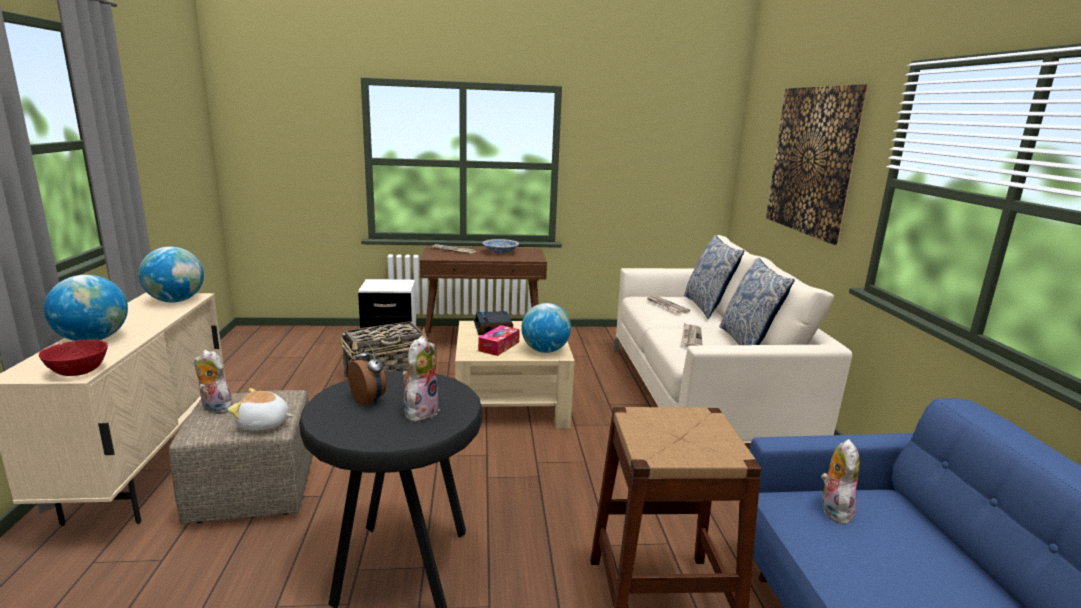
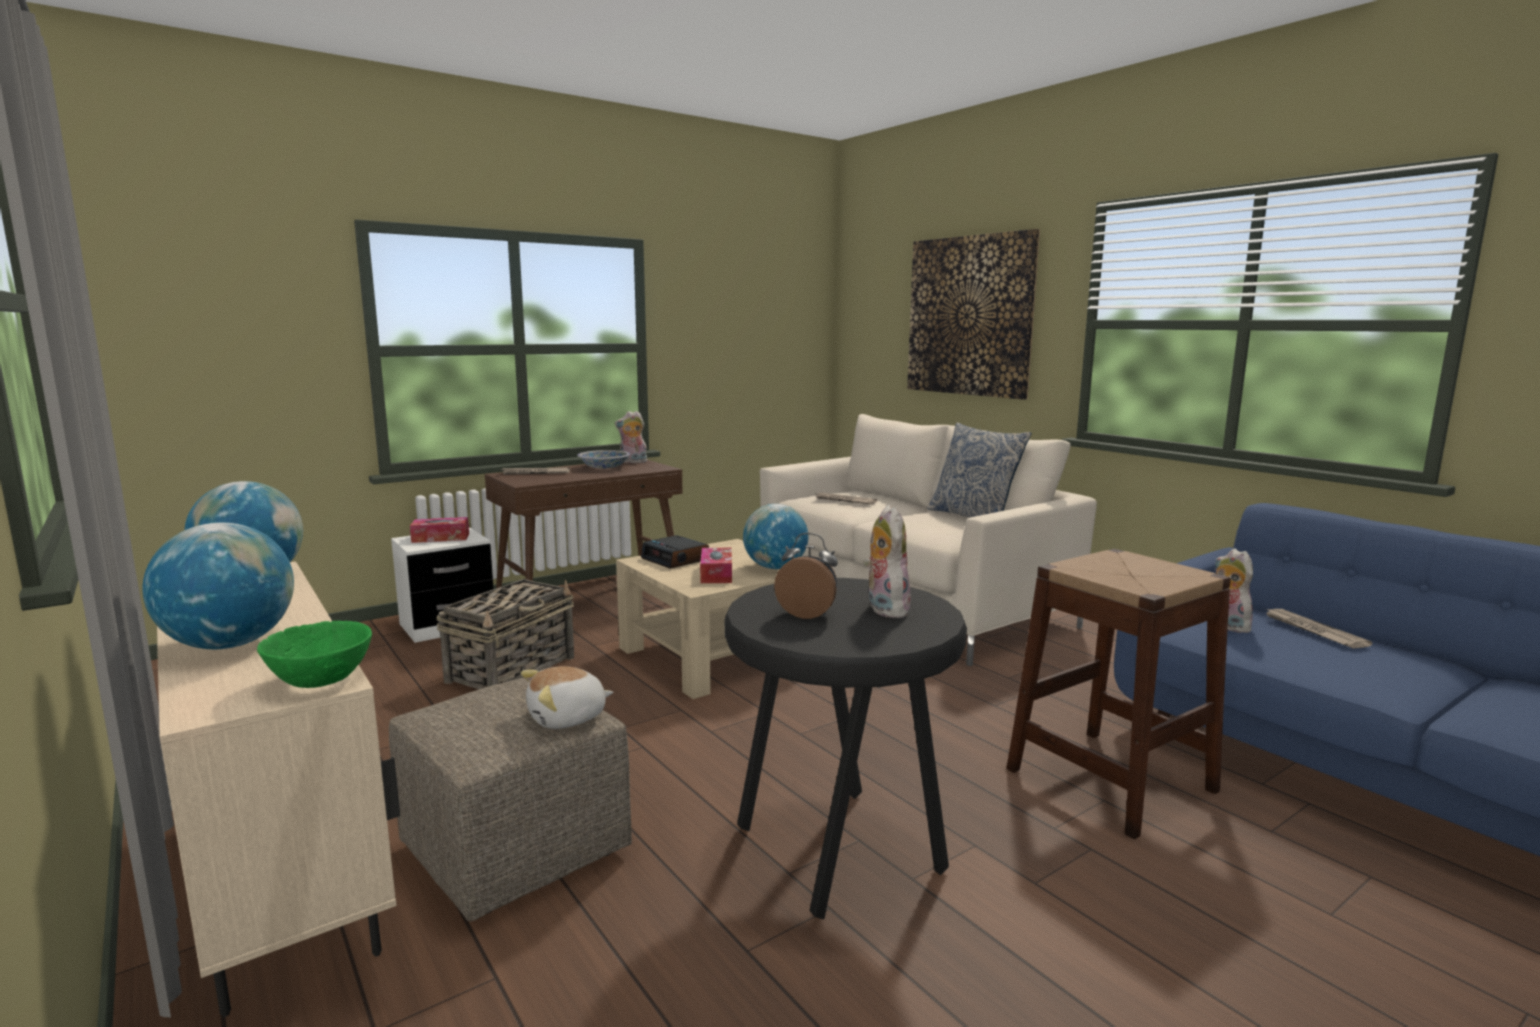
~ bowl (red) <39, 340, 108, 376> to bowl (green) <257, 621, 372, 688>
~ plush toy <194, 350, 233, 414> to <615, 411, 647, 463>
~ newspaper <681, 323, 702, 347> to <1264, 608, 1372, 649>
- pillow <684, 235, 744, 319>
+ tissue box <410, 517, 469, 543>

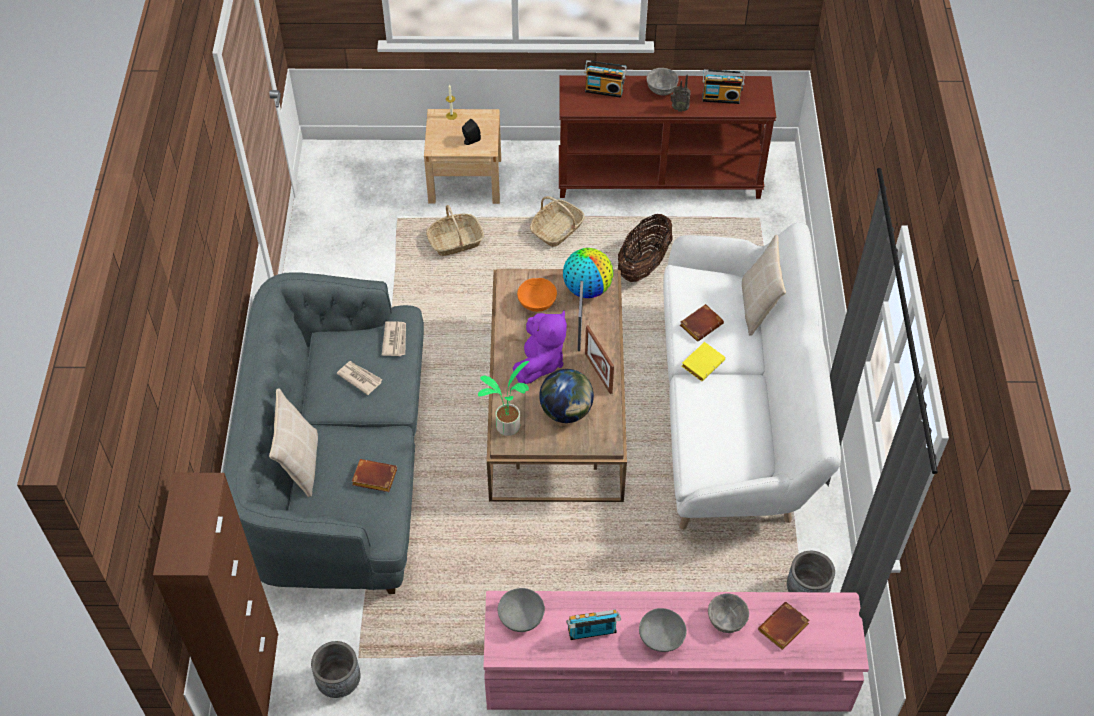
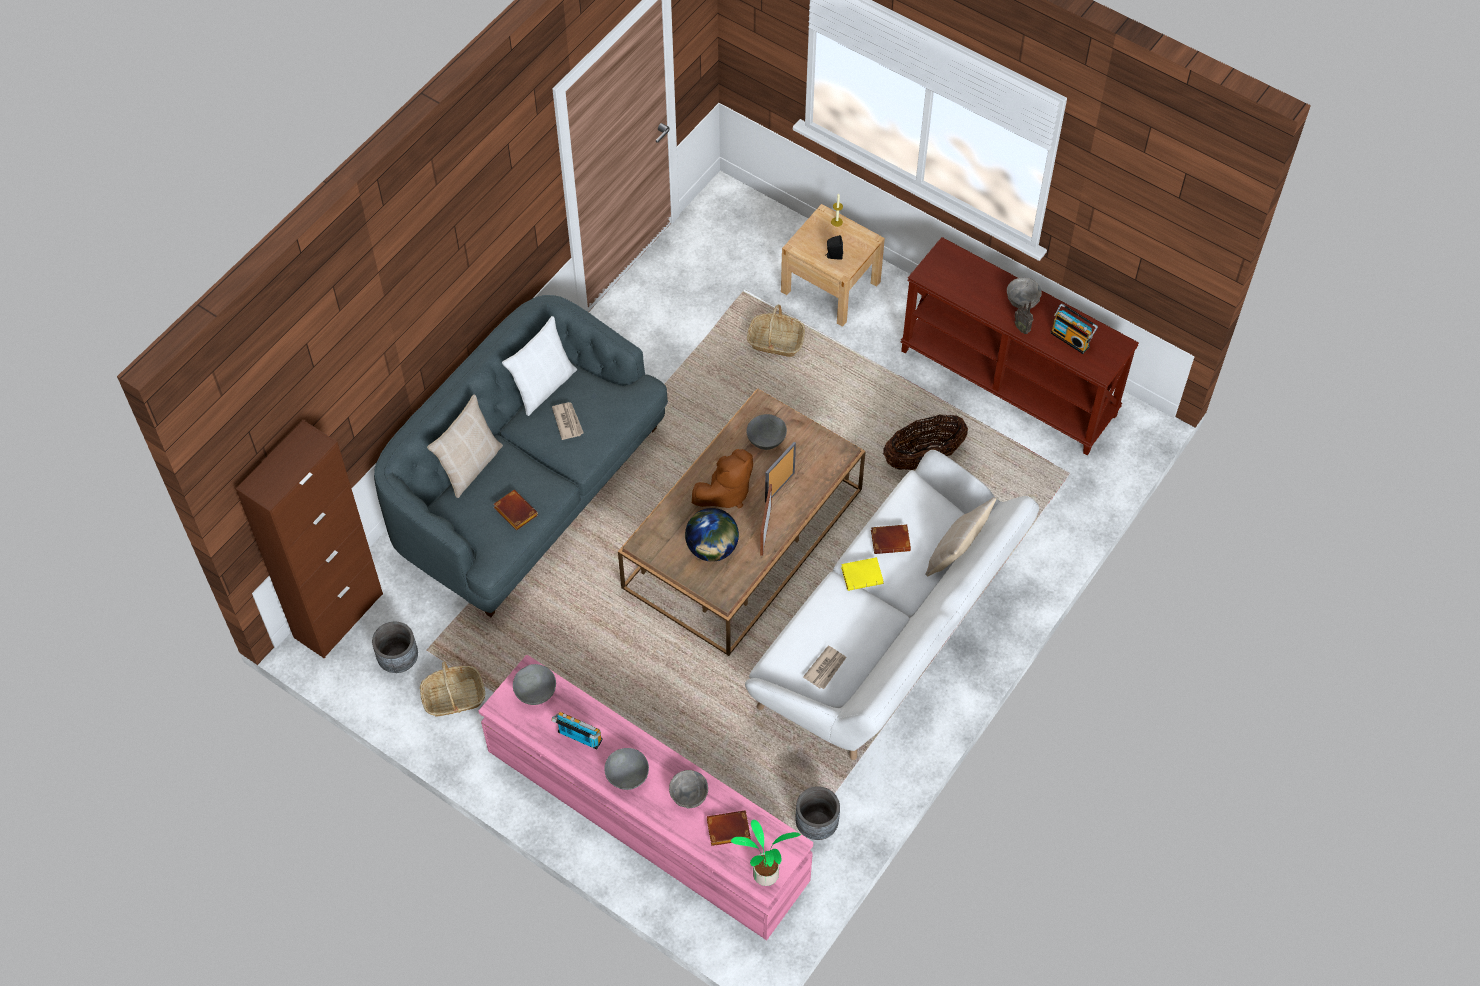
~ newspaper <382, 321, 406, 356> to <803, 645, 847, 689>
~ potted plant <478, 361, 529, 436> to <731, 819, 801, 886>
~ plush toy (purple) <513, 311, 567, 384> to plush toy (brown) <692, 449, 753, 508>
~ bowl (orange) <517, 278, 557, 312> to bowl (grey) <746, 414, 787, 450>
~ basket <530, 196, 585, 247> to <420, 662, 485, 716>
- globe <563, 248, 613, 298>
- radio <584, 60, 627, 98>
+ pillow (white) <502, 316, 577, 416>

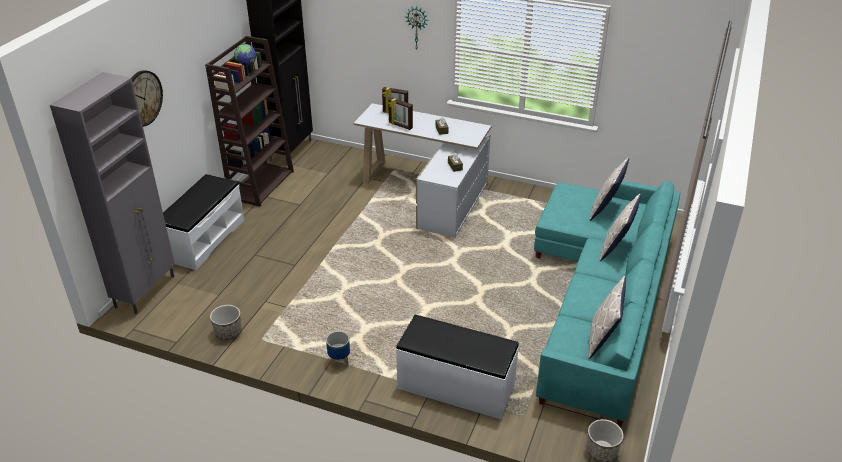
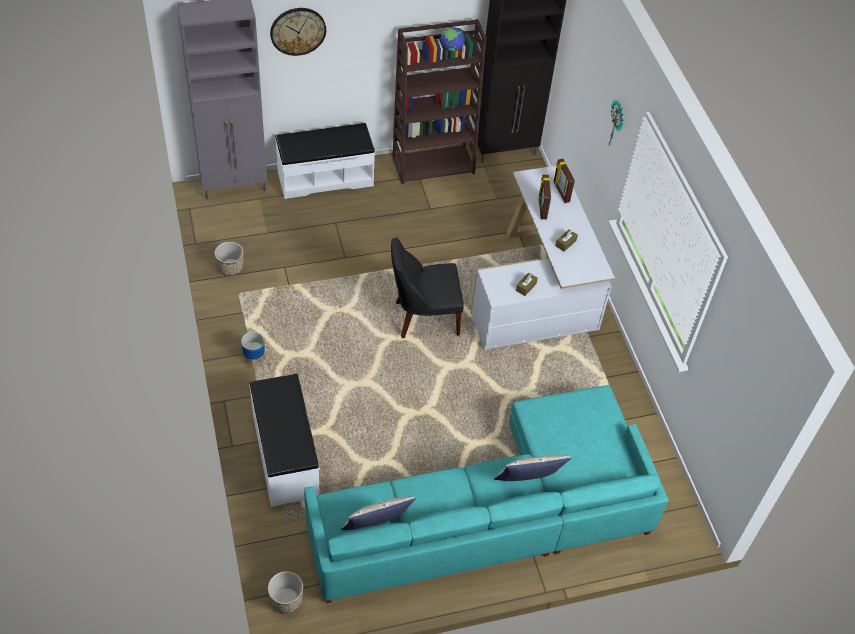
- pillow <589, 158, 629, 221>
+ chair (black) <391, 237, 464, 338>

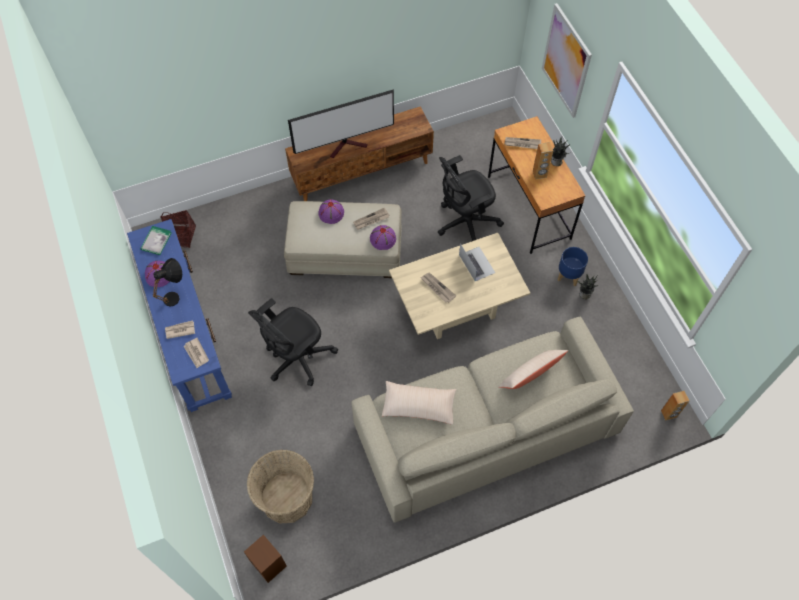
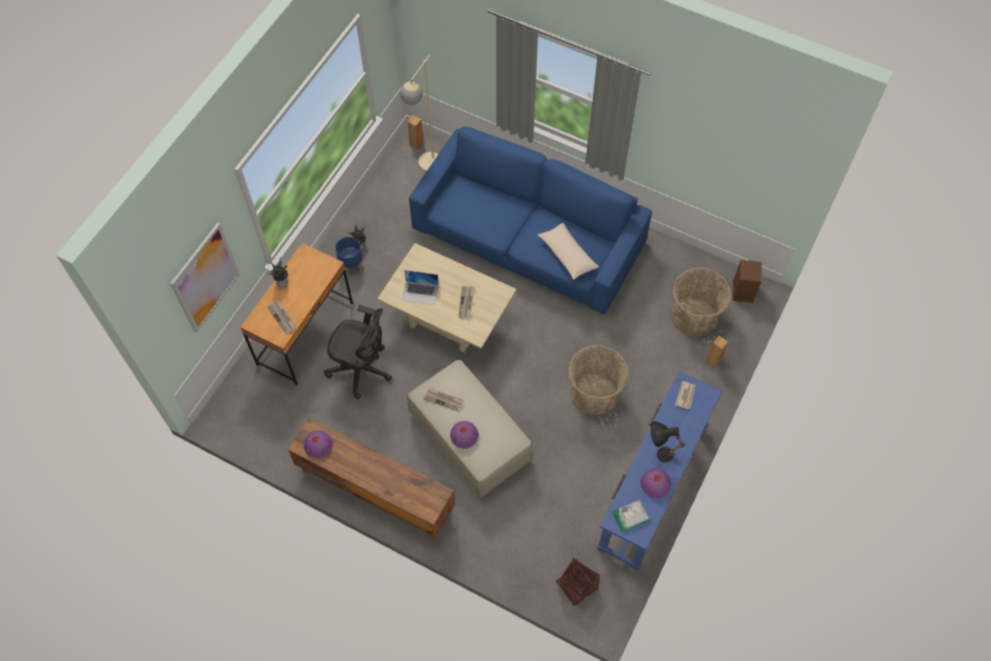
- newspaper <165, 321, 195, 339>
~ office chair (black) <248, 298, 338, 386> to basket <568, 345, 629, 416>
- television <288, 89, 394, 158>
~ sofa (beige) <351, 317, 634, 523> to sofa (blue) <409, 126, 652, 314>
~ hat (purple) <370, 225, 396, 250> to <304, 430, 333, 458>
~ laptop <459, 243, 495, 281> = <402, 270, 439, 305> 105 degrees counterclockwise
- pillow (beige) <498, 350, 568, 389>
~ speaker (brown) <533, 142, 553, 179> to <705, 335, 728, 369>
+ floor lamp (beige) <400, 55, 438, 172>

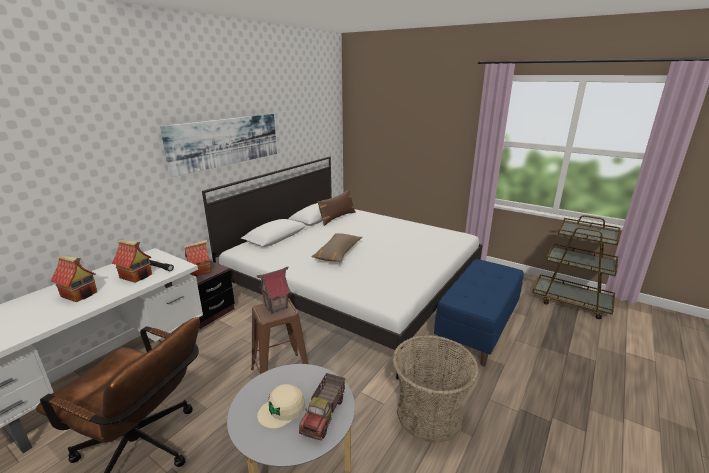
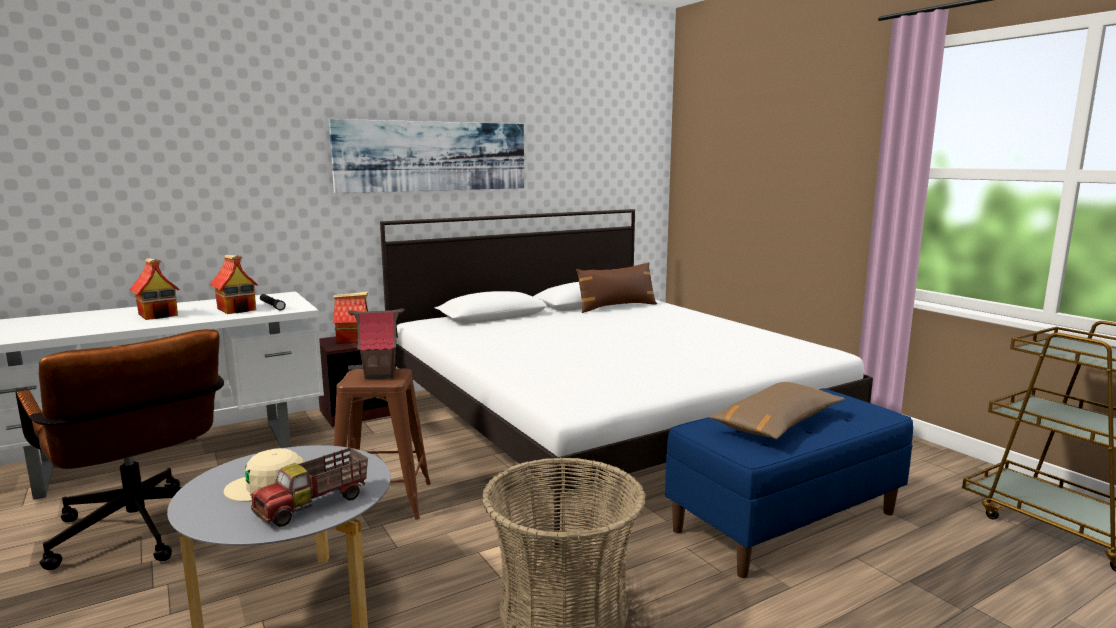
~ pillow (brown) <311, 233, 362, 263> to <709, 382, 845, 439>

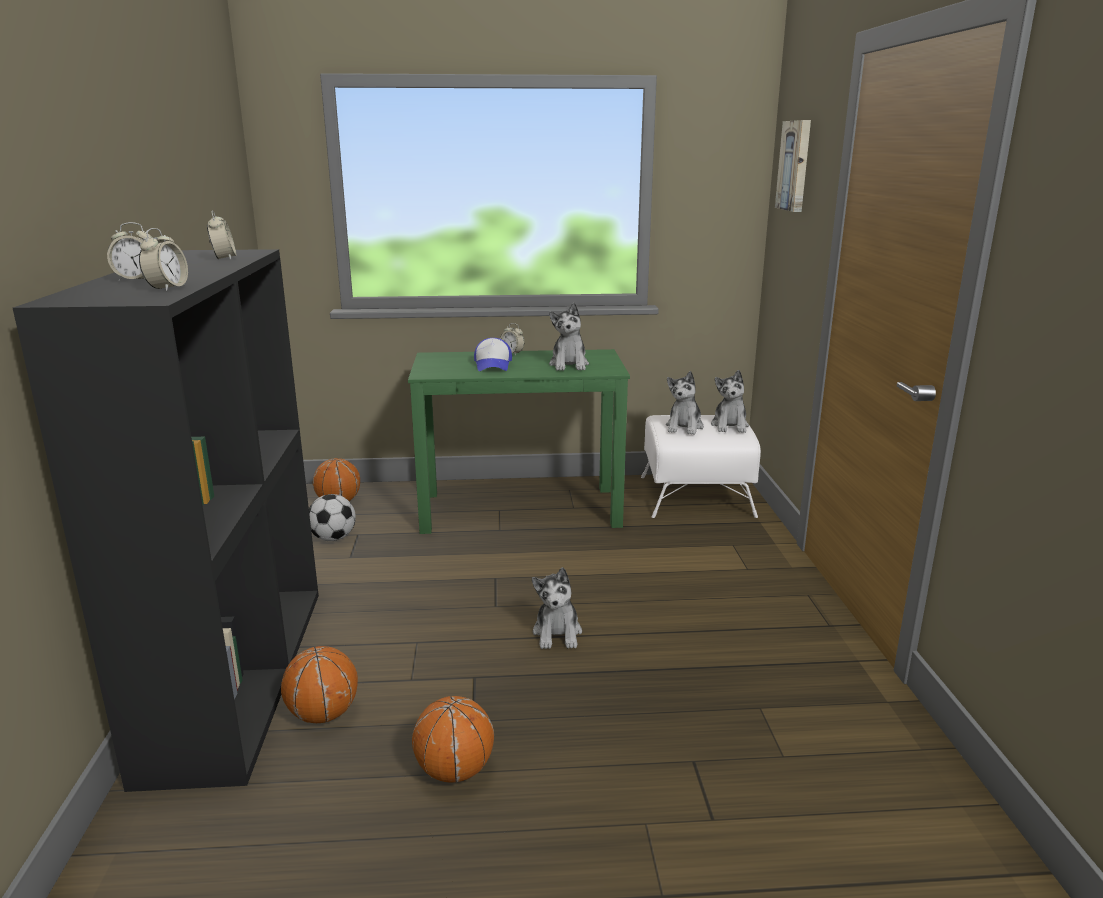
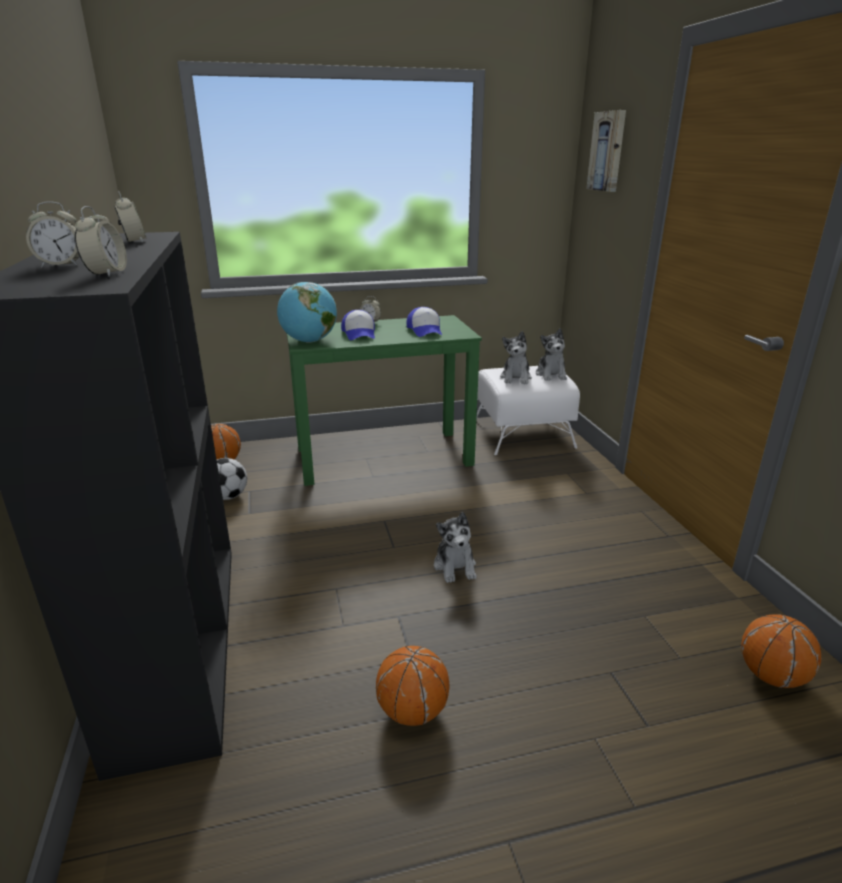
~ basketball <281, 646, 358, 723> to <741, 614, 821, 688>
~ plush toy <549, 303, 589, 371> to cap <406, 307, 442, 337>
+ globe <277, 282, 337, 343>

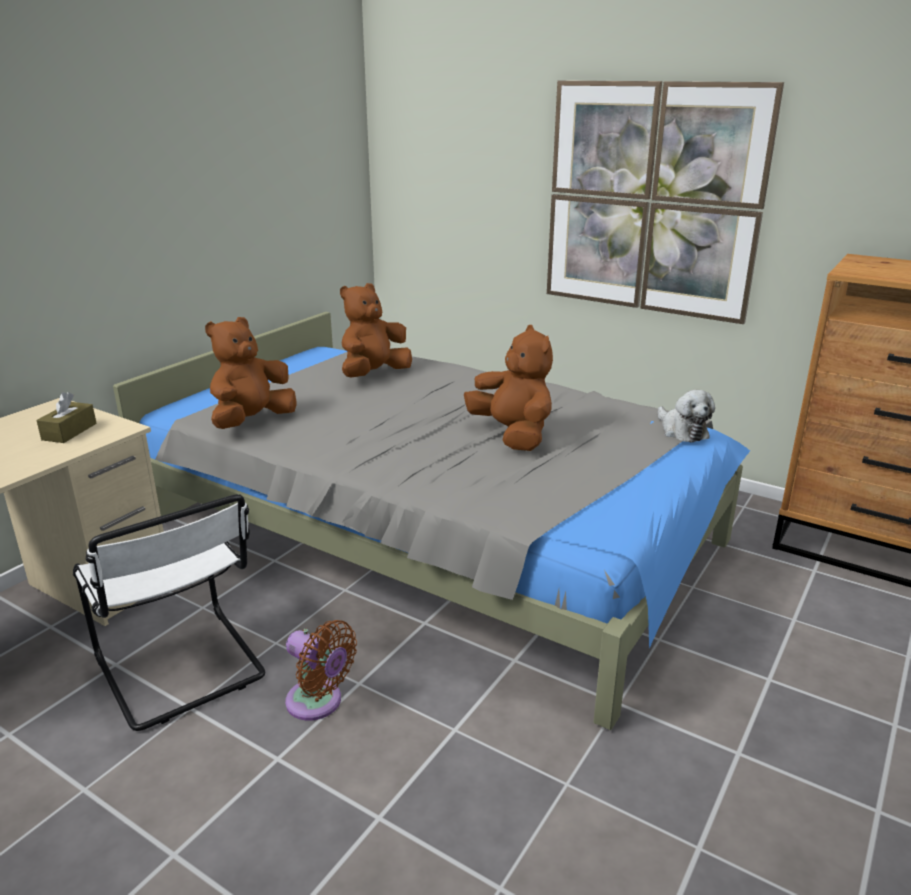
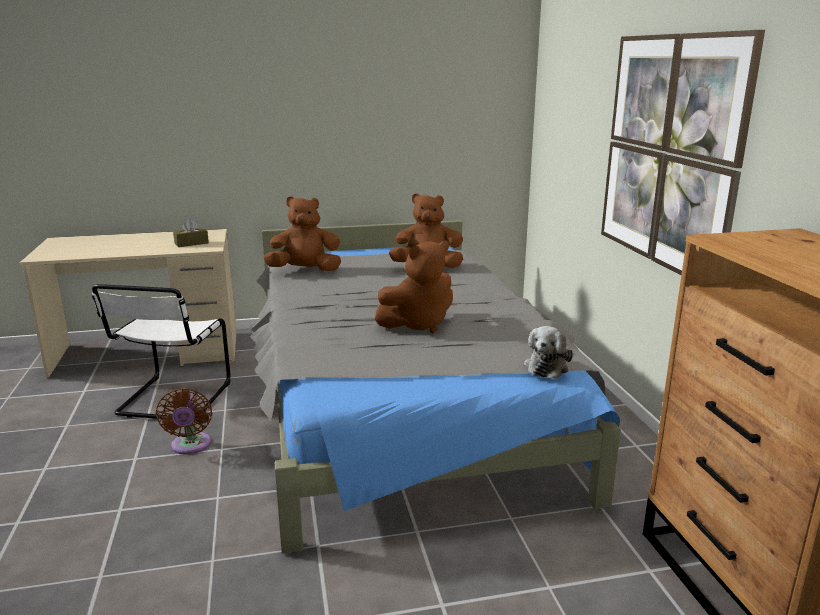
~ plush toy (brown) <464, 325, 553, 451> = <375, 241, 453, 333> 45 degrees clockwise

